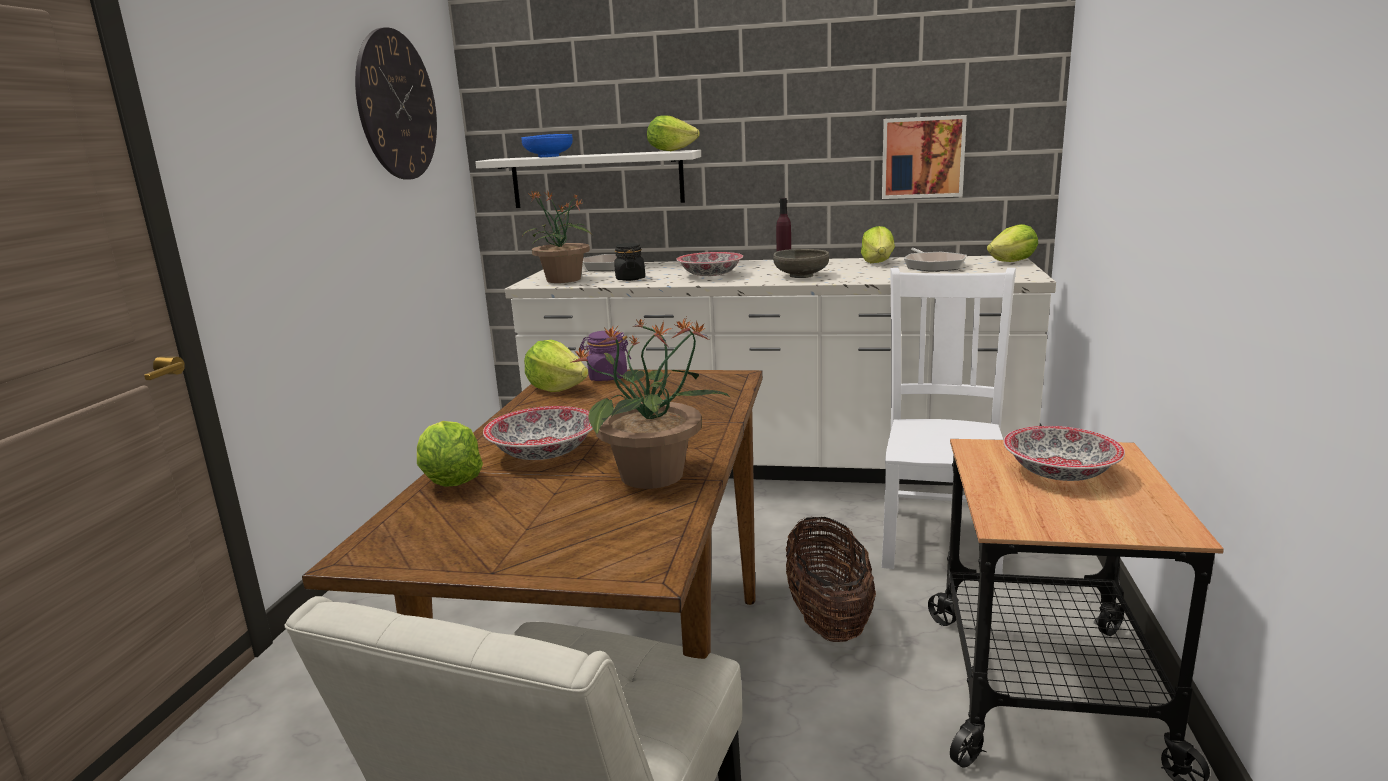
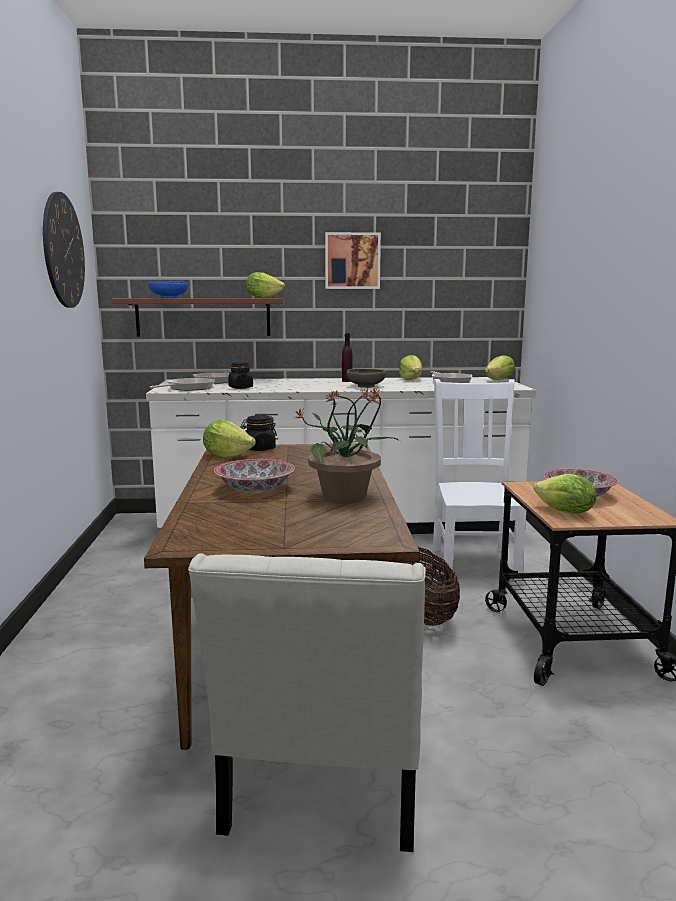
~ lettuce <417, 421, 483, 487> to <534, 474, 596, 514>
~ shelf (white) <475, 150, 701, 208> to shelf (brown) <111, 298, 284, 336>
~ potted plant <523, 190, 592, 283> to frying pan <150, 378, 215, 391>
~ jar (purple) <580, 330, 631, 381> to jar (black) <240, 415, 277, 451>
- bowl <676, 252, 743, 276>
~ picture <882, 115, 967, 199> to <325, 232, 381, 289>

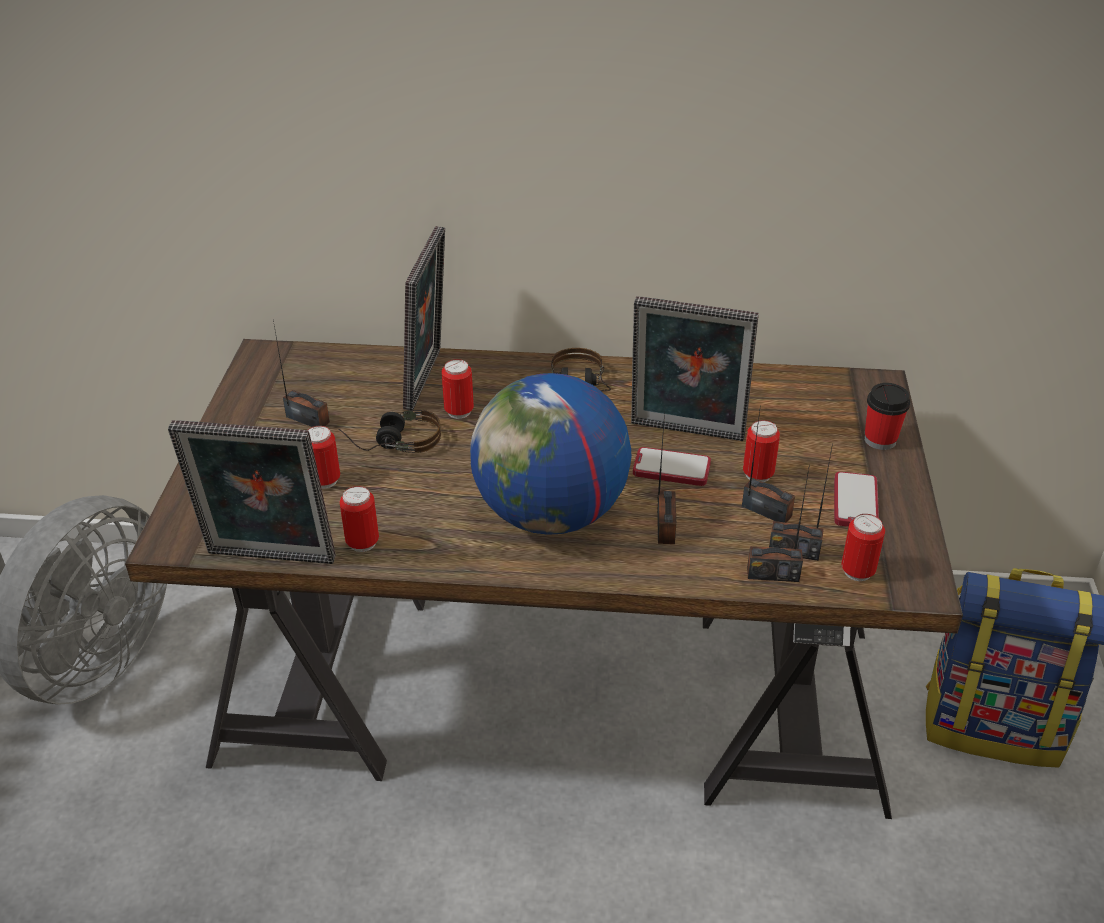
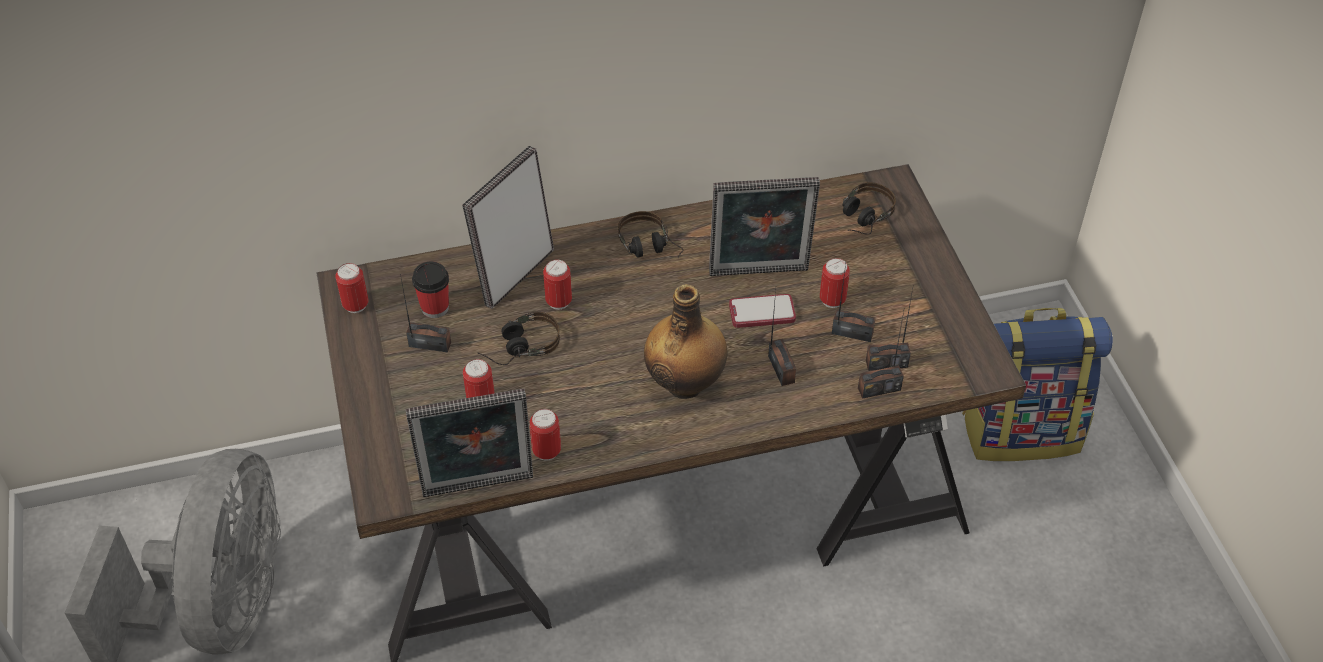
~ picture frame <403, 226, 445, 411> = <462, 146, 554, 309> 135 degrees counterclockwise
~ globe <470, 373, 631, 535> to bottle <644, 284, 727, 399>
- phone <834, 472, 879, 527>
~ can <841, 514, 885, 581> to <335, 263, 369, 313>
~ cup <864, 383, 910, 450> to <412, 261, 449, 318>
+ headphones <842, 182, 896, 235>

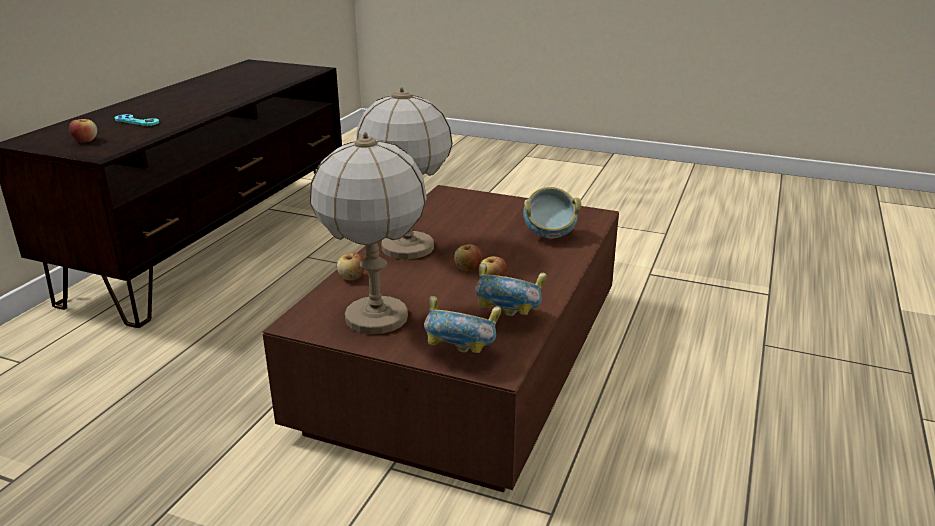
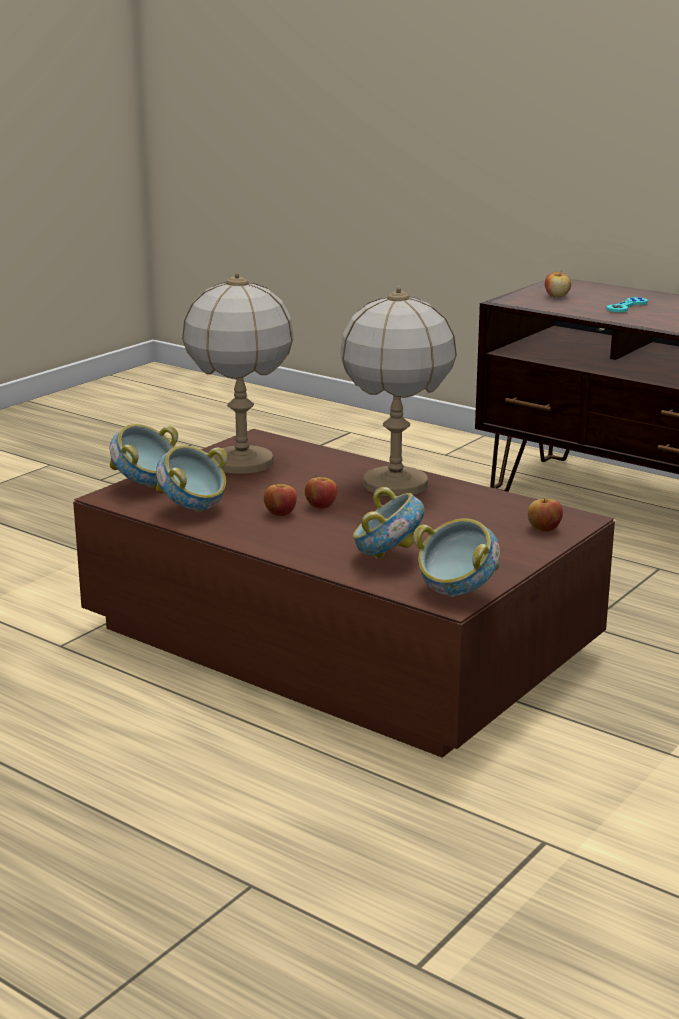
~ apple <337, 252, 364, 280> to <527, 499, 563, 532>
+ bowl <413, 518, 500, 597>

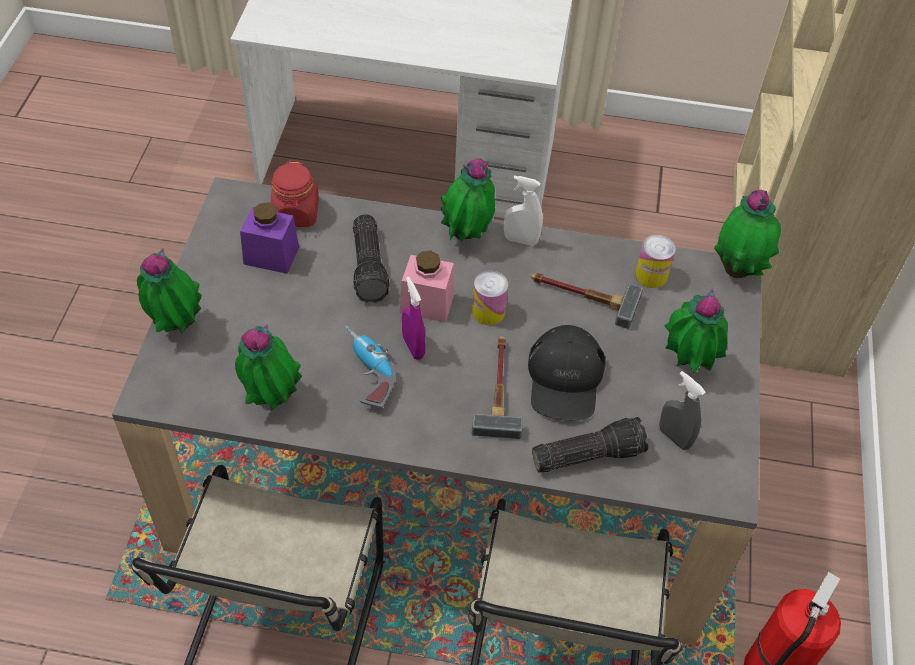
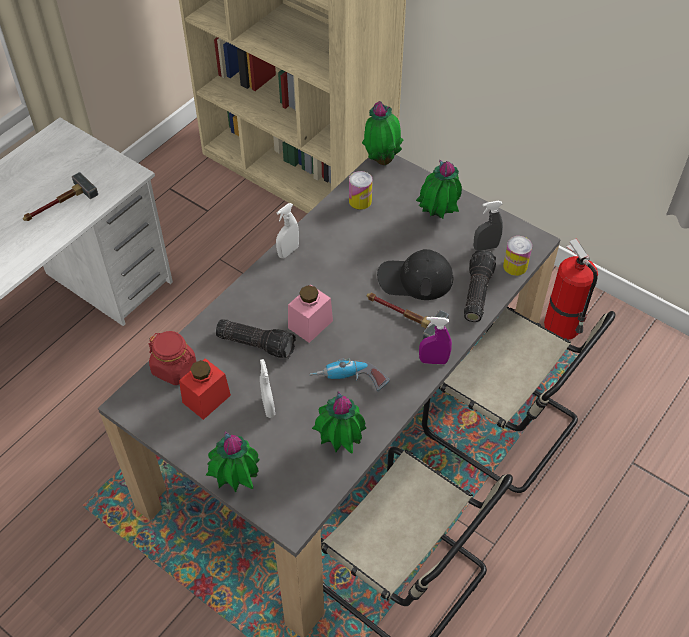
~ jar (purple) <240, 202, 299, 274> to jar (red) <179, 358, 231, 420>
~ spray bottle (purple) <402, 277, 426, 360> to <419, 317, 452, 364>
- potted plant <441, 158, 495, 242>
~ can <472, 271, 508, 325> to <503, 236, 532, 276>
~ cap (black) <528, 325, 605, 421> = <377, 249, 454, 300> 150 degrees clockwise
~ hammer <531, 272, 643, 329> to <23, 172, 98, 221>
+ spray bottle (white) <260, 359, 275, 418>

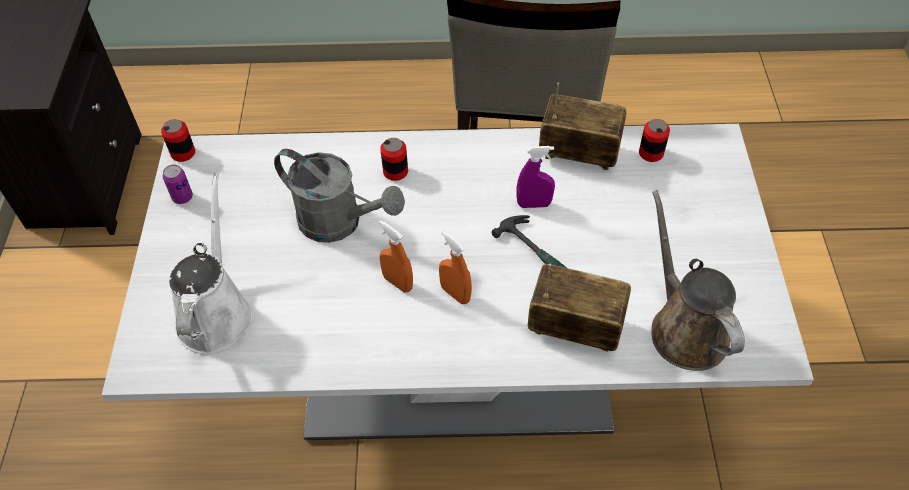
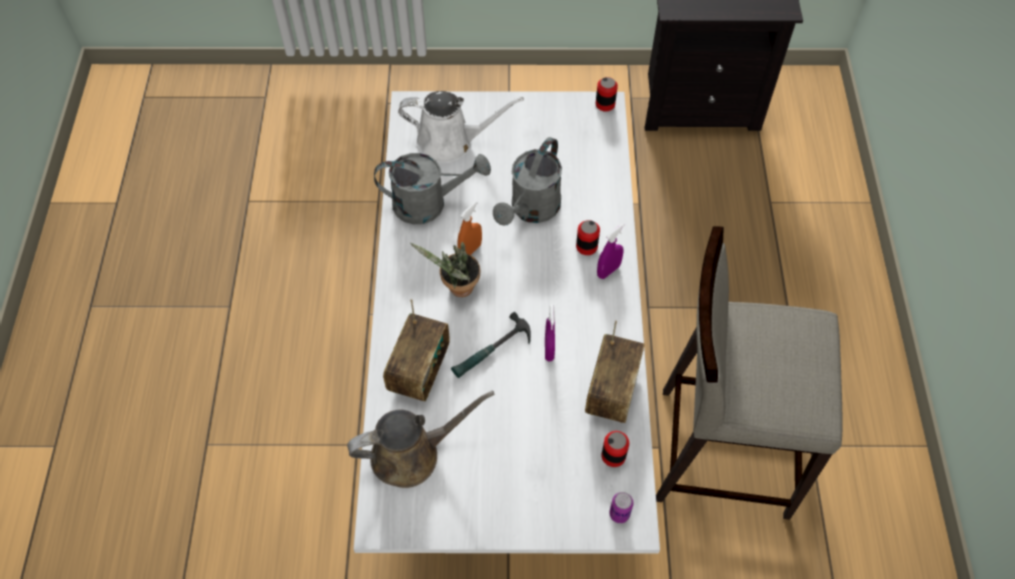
~ can <163, 165, 193, 204> to <609, 492, 634, 523>
~ spray bottle (orange) <439, 231, 472, 304> to potted plant <410, 242, 480, 297>
+ watering can (grey) <374, 153, 491, 224>
+ spray bottle (purple) <597, 223, 625, 279>

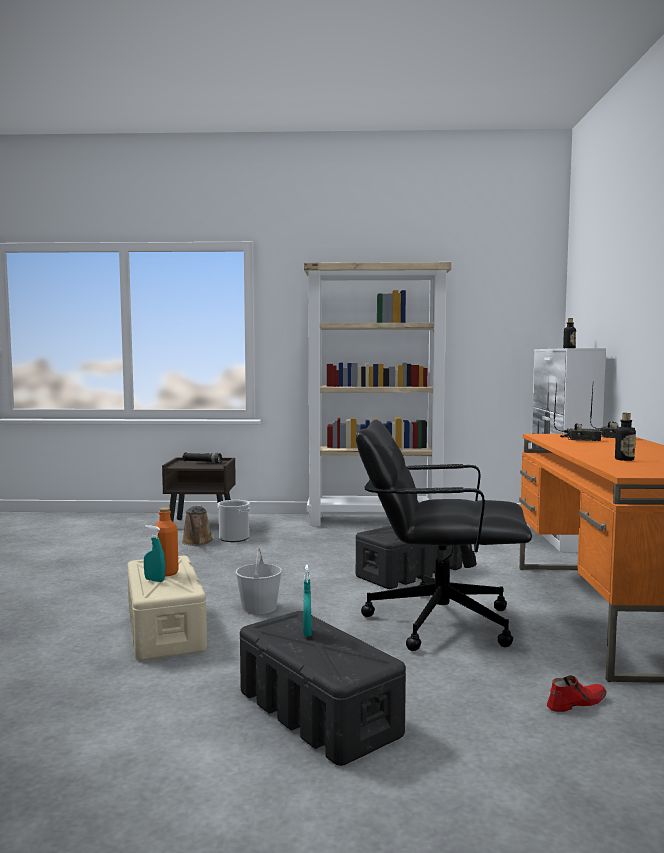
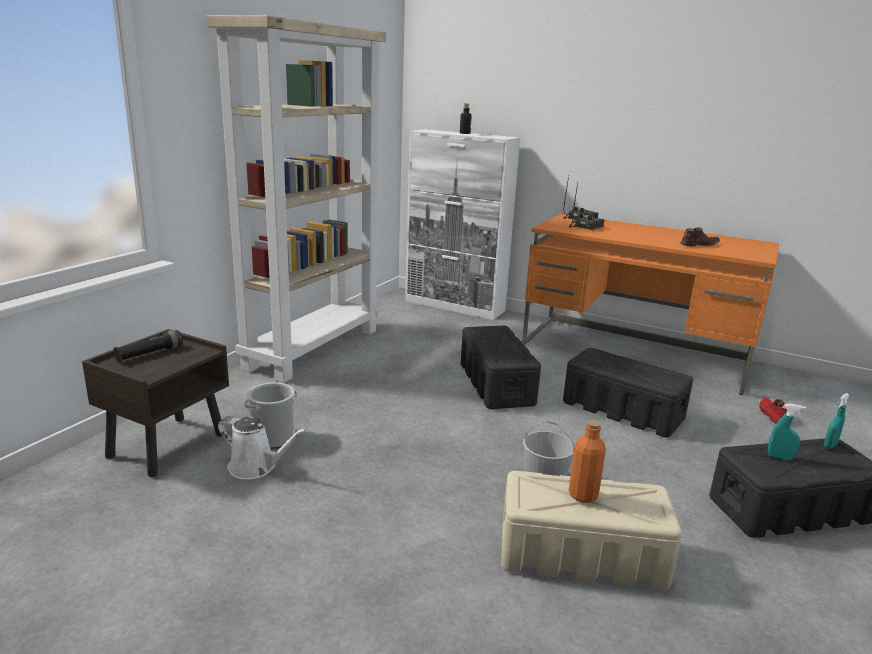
~ spray bottle (turquoise) <144, 525, 165, 582> to <823, 393, 850, 449>
~ watering can (brown) <182, 506, 213, 546> to watering can (white) <218, 416, 307, 480>
~ office chair (black) <356, 420, 532, 651> to storage box (black) <563, 348, 693, 437>
~ bottle <615, 413, 636, 461> to shoe (brown) <680, 227, 720, 246>

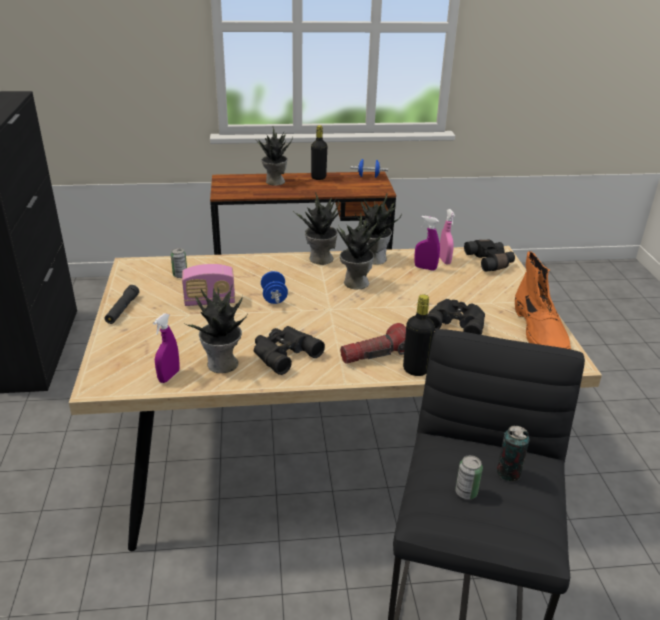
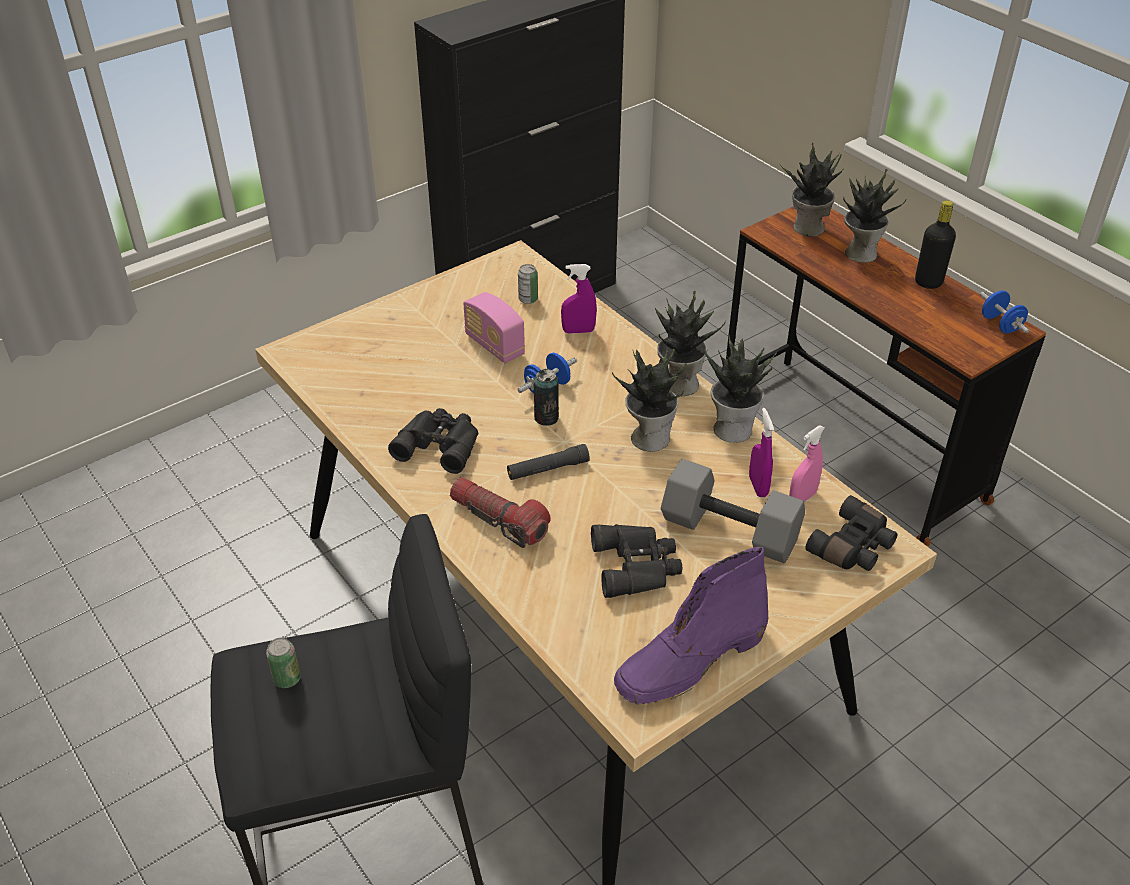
~ flashlight (black) <105, 285, 139, 324> to <507, 444, 590, 480>
~ spray bottle (purple) <153, 313, 180, 383> to <561, 264, 597, 334>
~ potted plant <185, 286, 248, 373> to <780, 142, 843, 237>
- bottle (black) <403, 295, 435, 376>
~ can <497, 426, 530, 481> to <534, 369, 559, 426>
~ boot (orange) <515, 251, 571, 349> to boot (purple) <614, 547, 768, 705>
+ dumbbell (grey) <661, 459, 805, 563>

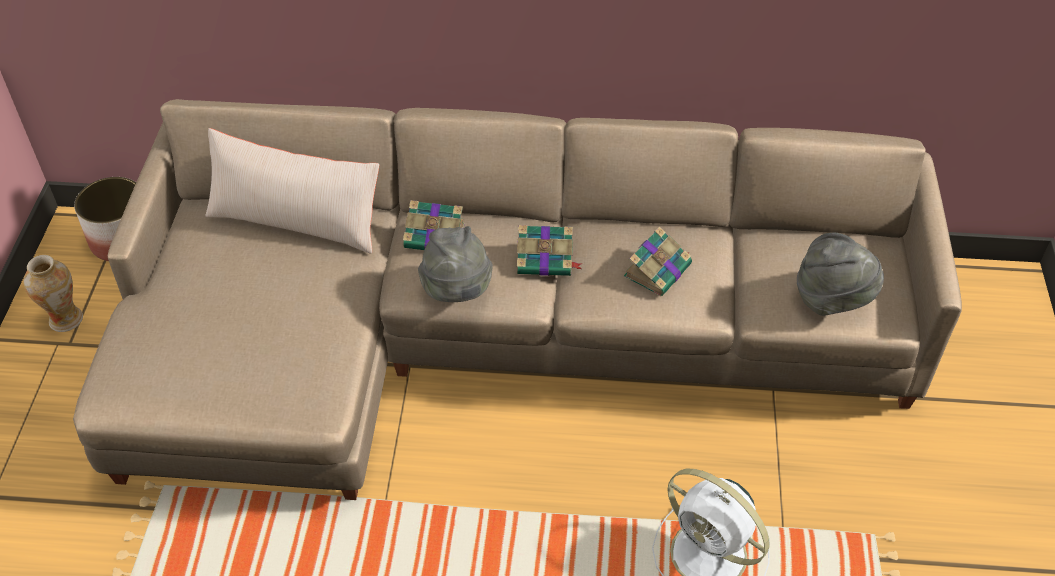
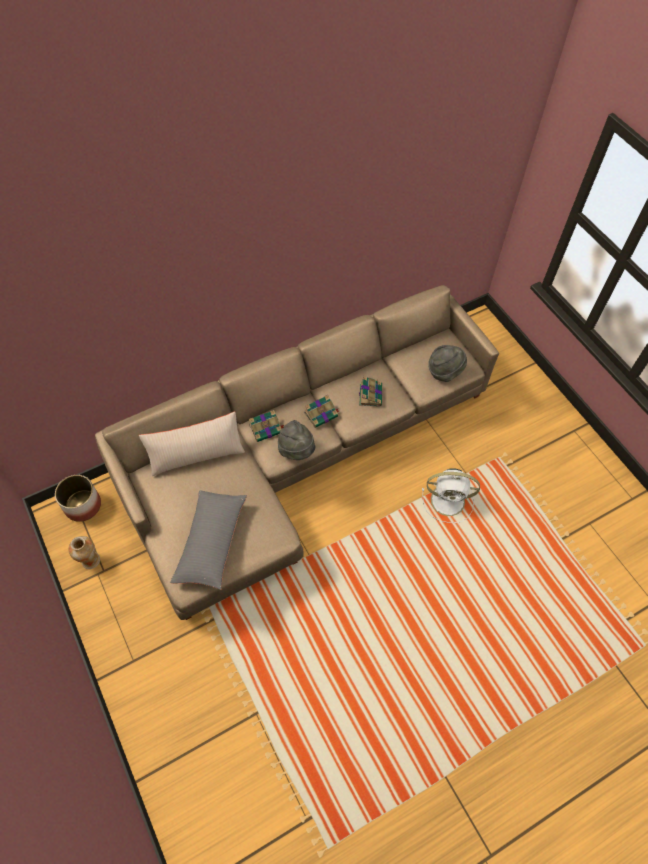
+ pillow (grey) <170, 490, 247, 590>

